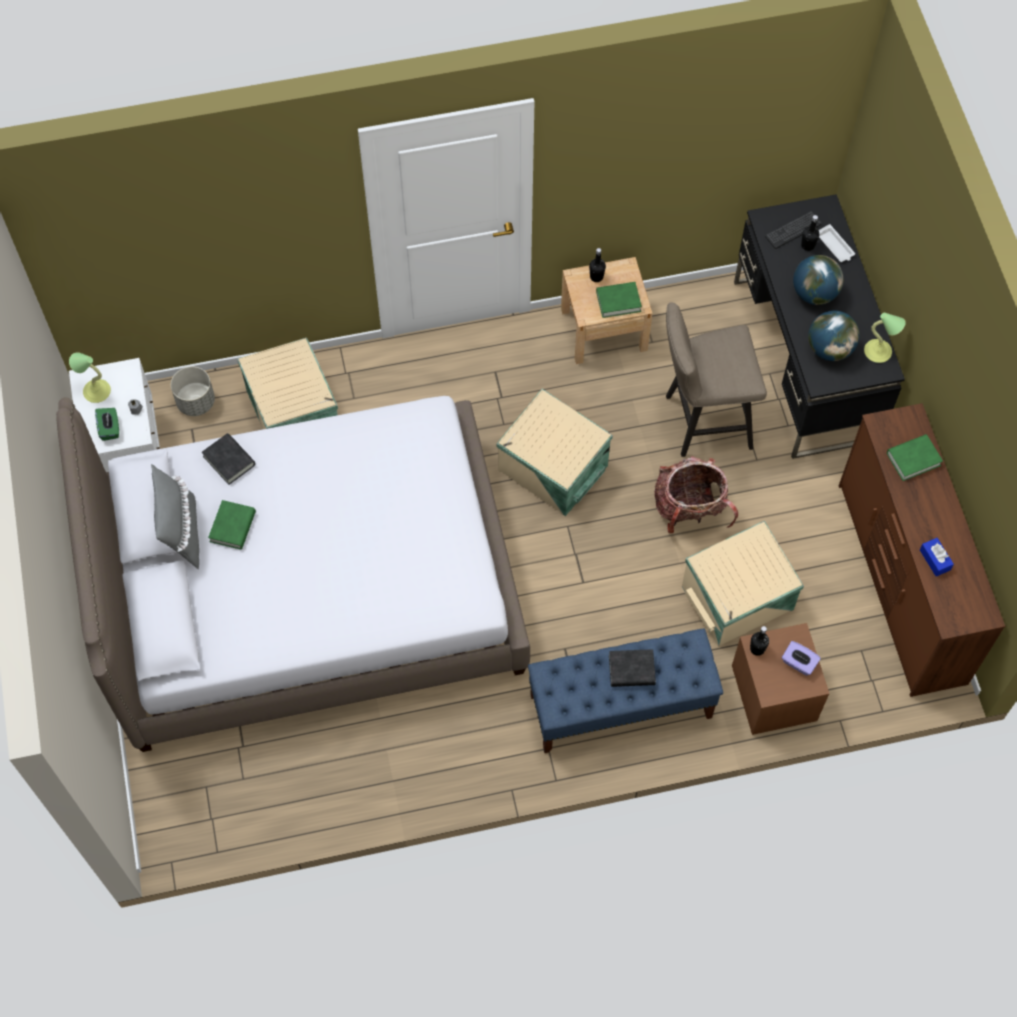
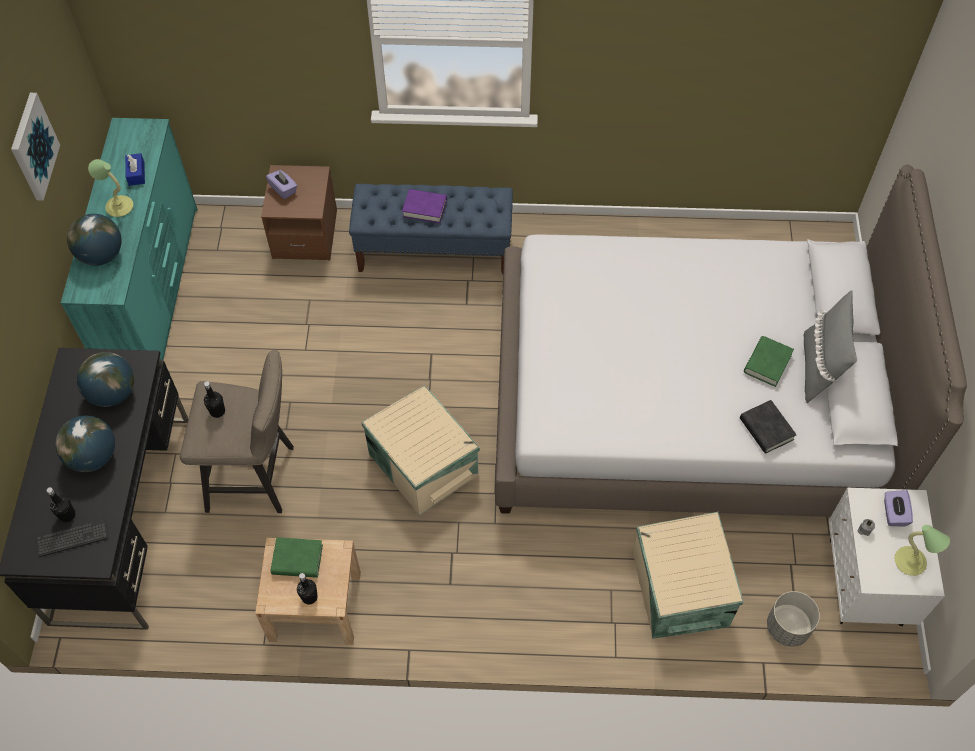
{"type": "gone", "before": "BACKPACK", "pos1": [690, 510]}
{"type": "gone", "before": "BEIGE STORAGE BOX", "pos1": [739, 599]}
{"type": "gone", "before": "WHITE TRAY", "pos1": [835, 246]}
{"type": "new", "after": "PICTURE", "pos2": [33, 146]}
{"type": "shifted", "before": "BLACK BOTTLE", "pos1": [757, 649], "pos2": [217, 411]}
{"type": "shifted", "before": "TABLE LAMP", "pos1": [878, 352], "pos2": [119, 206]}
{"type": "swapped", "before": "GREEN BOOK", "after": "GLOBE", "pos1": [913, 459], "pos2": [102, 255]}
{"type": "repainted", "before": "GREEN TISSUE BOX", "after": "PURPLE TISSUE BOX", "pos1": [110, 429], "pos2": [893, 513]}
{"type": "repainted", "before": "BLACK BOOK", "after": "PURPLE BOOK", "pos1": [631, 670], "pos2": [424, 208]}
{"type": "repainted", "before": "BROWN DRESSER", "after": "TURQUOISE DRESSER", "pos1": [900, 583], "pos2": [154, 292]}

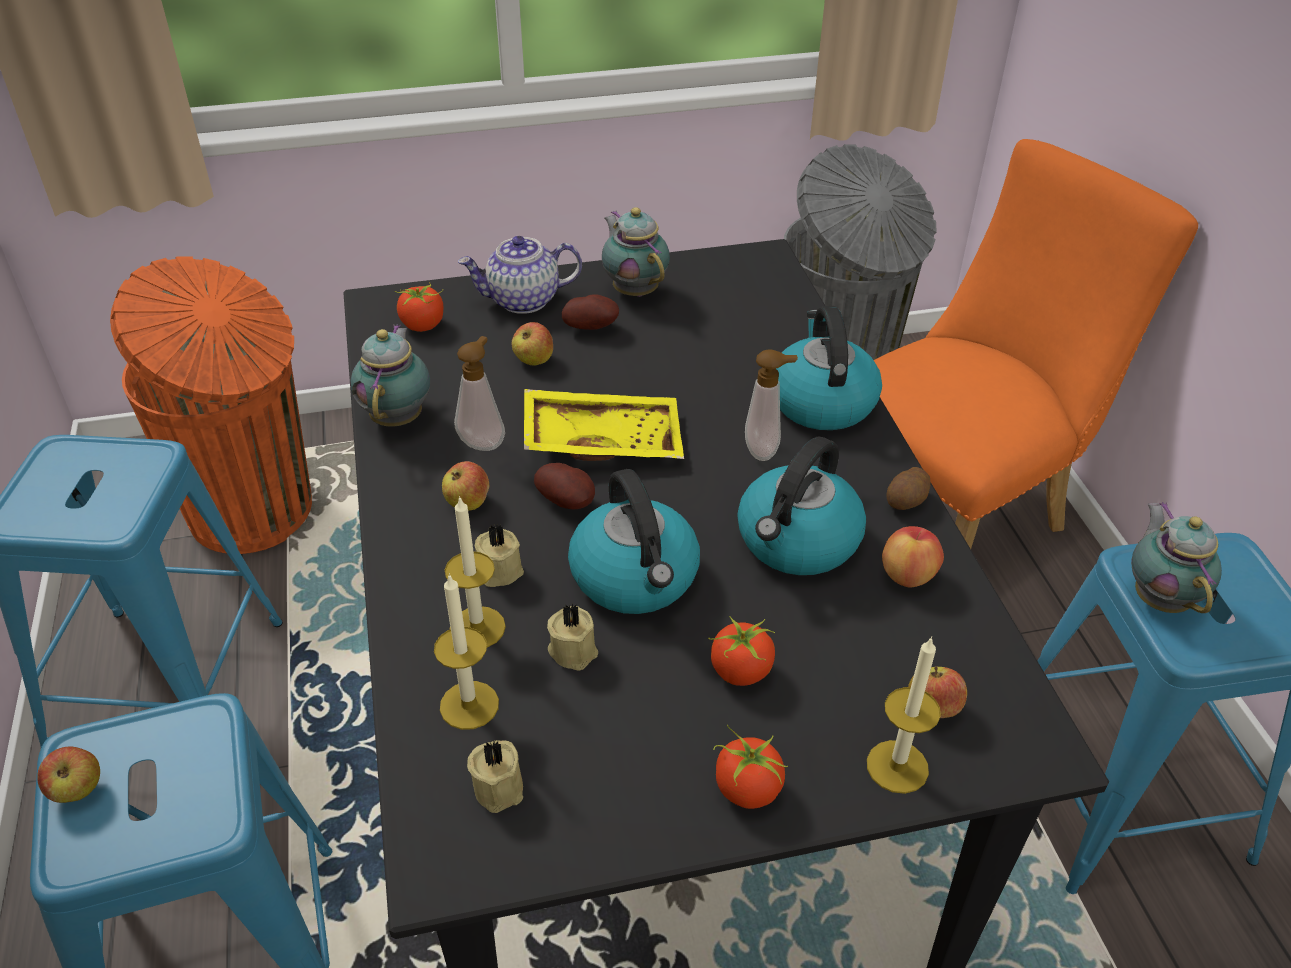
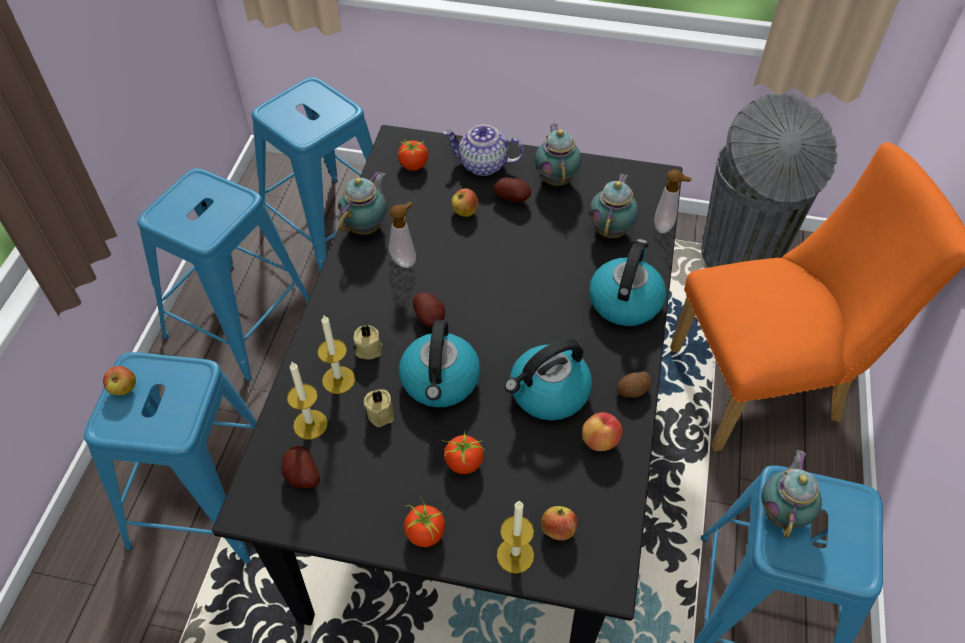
{"type": "gone", "before": "APPLE", "pos1": [467, 503]}
{"type": "gone", "before": "YELLOW TRAY", "pos1": [603, 439]}
{"type": "new", "after": "TEAPOT", "pos2": [611, 229]}
{"type": "shifted", "before": "SOAP DISPENSER", "pos1": [765, 450], "pos2": [665, 227]}
{"type": "swapped", "before": "ORANGE TRASH CAN", "after": "BLUE STOOL", "pos1": [255, 512], "pos2": [329, 227]}
{"type": "swapped", "before": "BEIGE CANDLE", "after": "POTATO", "pos1": [500, 786], "pos2": [301, 477]}

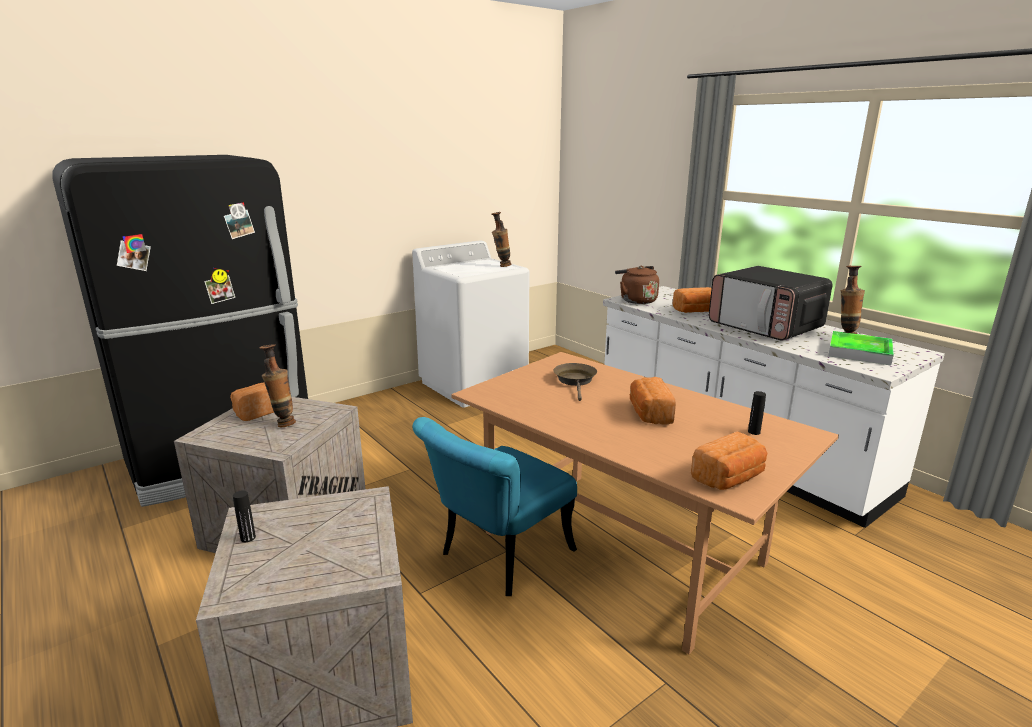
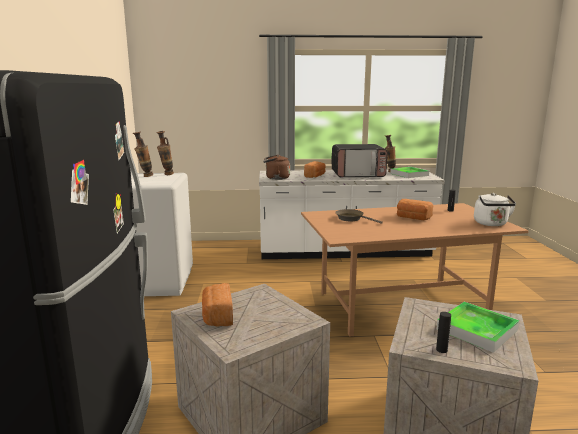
{"type": "gone", "before": "TURQUOISE CHAIR", "pos1": [498, 558]}
{"type": "new", "after": "TRAY", "pos2": [477, 330]}
{"type": "shifted", "before": "VASE", "pos1": [283, 423], "pos2": [145, 176]}
{"type": "swapped", "before": "BREAD", "after": "WHITE KETTLE", "pos1": [729, 478], "pos2": [491, 224]}

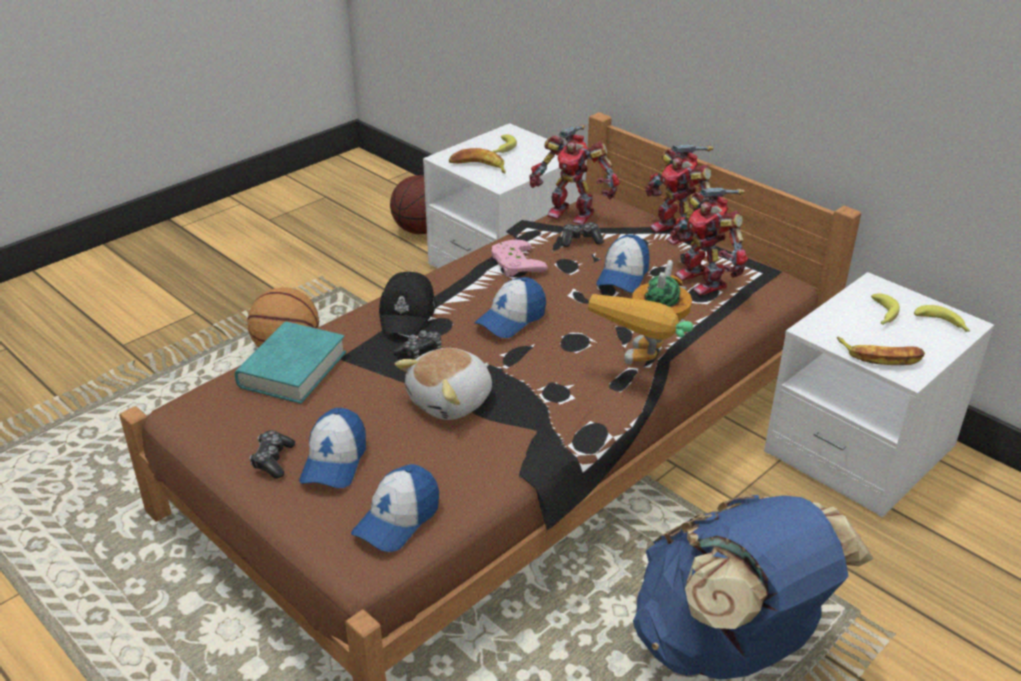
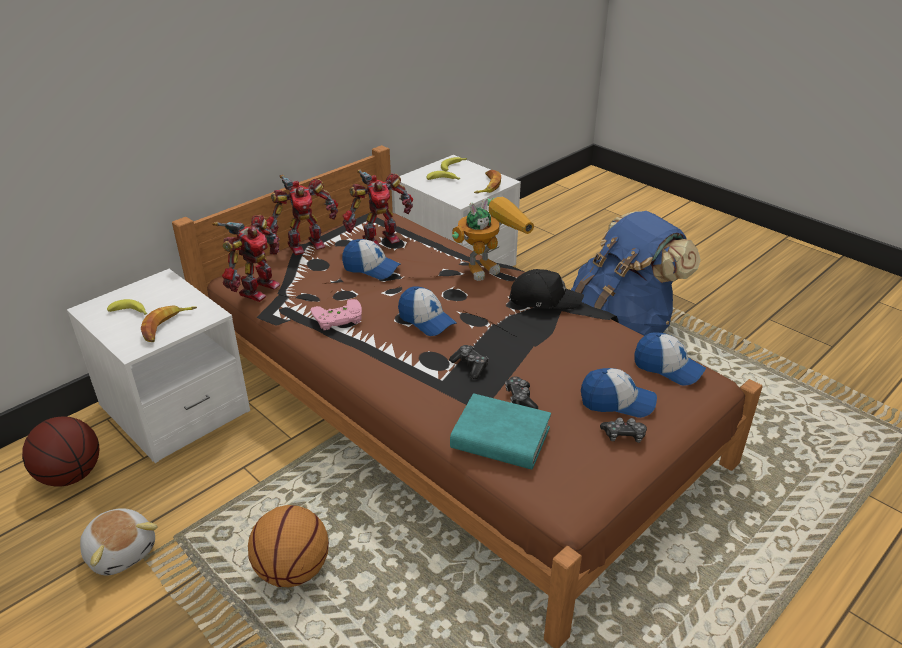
{"type": "shifted", "before": "BLACK CAP", "pos1": [408, 313], "pos2": [544, 299]}
{"type": "shifted", "before": "PLUSH TOY", "pos1": [451, 401], "pos2": [122, 551]}
{"type": "shifted", "before": "GAME CONTROLLER", "pos1": [580, 240], "pos2": [520, 399]}
{"type": "rotated", "before": "TOY ROBOT", "pos1": [646, 367], "pos2": [489, 266], "turn": -60}

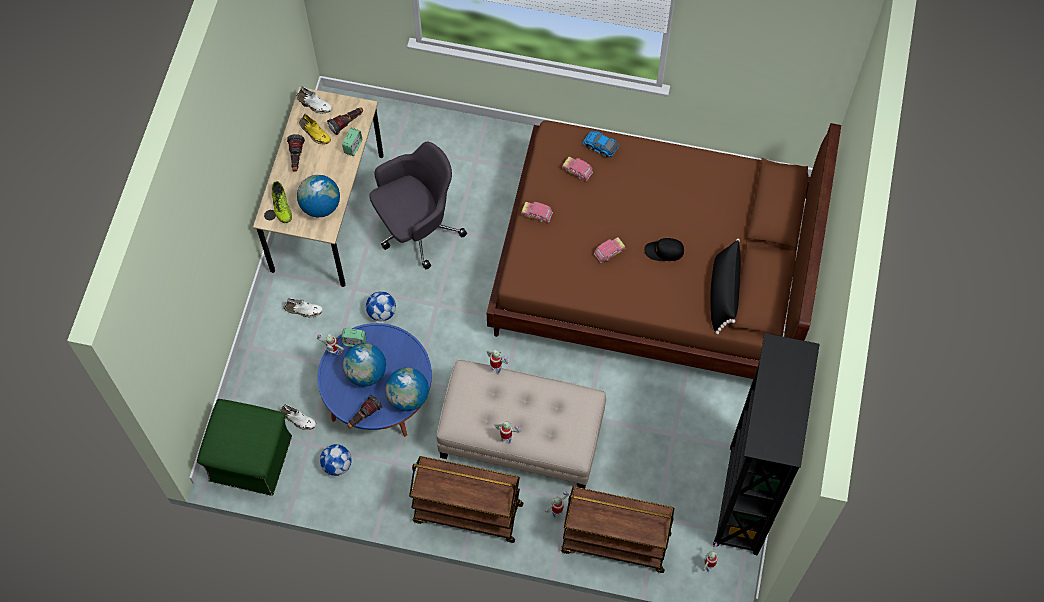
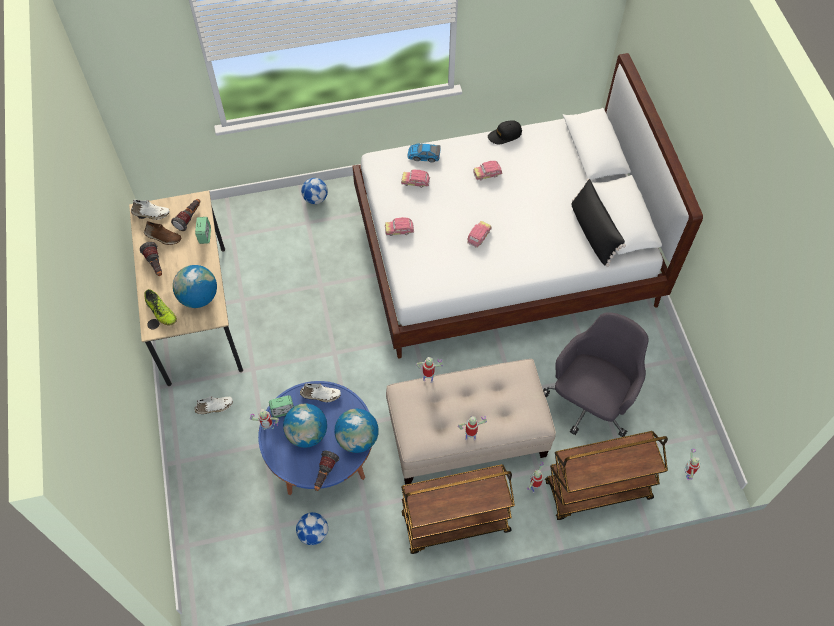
{"type": "gone", "before": "GREEN OTTOMAN", "pos1": [250, 458]}
{"type": "gone", "before": "BLACK BOOKCASE", "pos1": [742, 500]}
{"type": "new", "after": "TOY CAR", "pos2": [487, 174]}
{"type": "shifted", "before": "WHITE SHOE", "pos1": [298, 419], "pos2": [320, 395]}
{"type": "shifted", "before": "FOOTBALL", "pos1": [382, 312], "pos2": [315, 198]}
{"type": "shifted", "before": "GREY OFFICE CHAIR", "pos1": [416, 228], "pos2": [590, 402]}
{"type": "shifted", "before": "BLACK CAP", "pos1": [664, 251], "pos2": [504, 135]}
{"type": "repainted", "before": "YELLOW SHOE", "after": "BROWN SHOE", "pos1": [315, 133], "pos2": [163, 237]}
{"type": "repainted", "before": "BROWN BED", "after": "WHITE BED", "pos1": [653, 274], "pos2": [504, 254]}

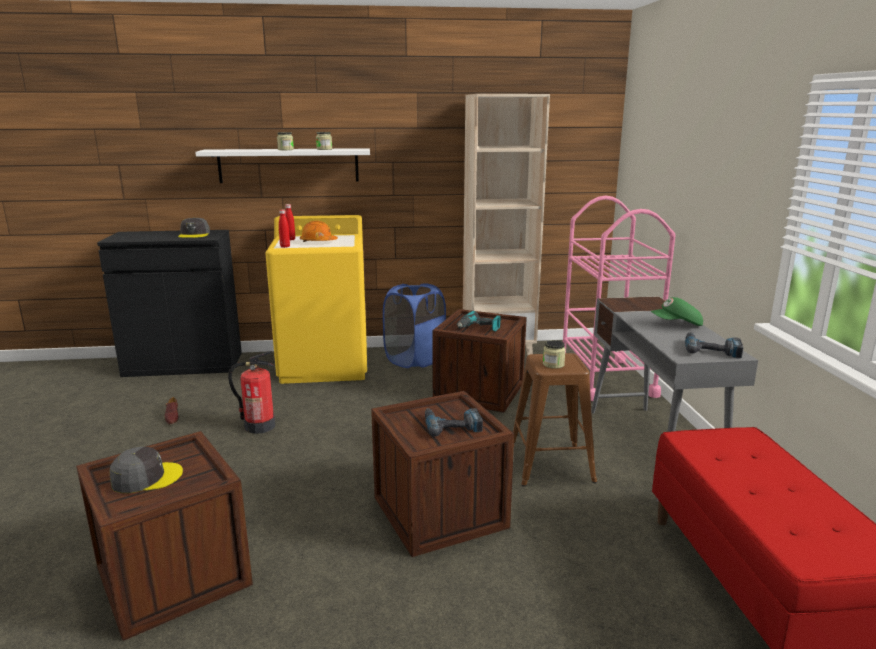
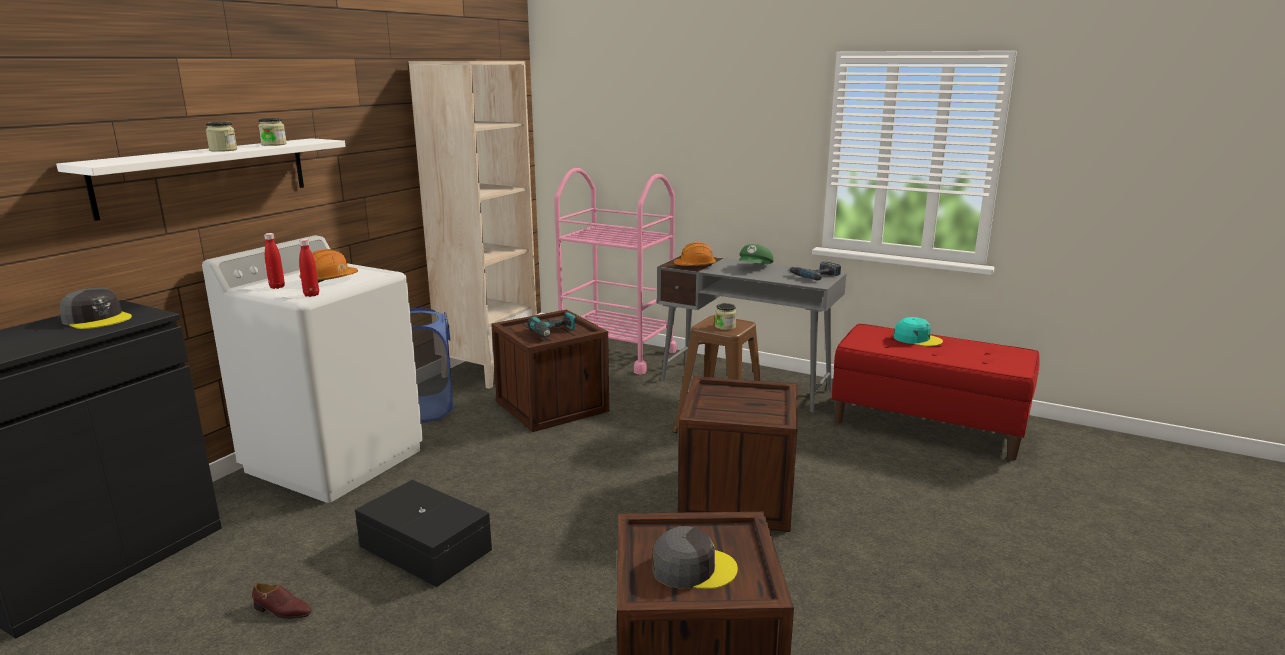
{"type": "gone", "before": "POWER DRILL", "pos1": [452, 425]}
{"type": "new", "after": "ORANGE HARD HAT", "pos2": [695, 266]}
{"type": "new", "after": "TURQUOISE CAP", "pos2": [917, 339]}
{"type": "swapped", "before": "FIRE EXTINGUISHER", "after": "BLACK STORAGE BOX", "pos1": [259, 426], "pos2": [426, 547]}
{"type": "repainted", "before": "YELLOW WASHING MACHINE", "after": "WHITE WASHING MACHINE", "pos1": [325, 365], "pos2": [335, 460]}
{"type": "rotated", "before": "GREY CAP", "pos1": [146, 477], "pos2": [692, 568], "turn": 75}

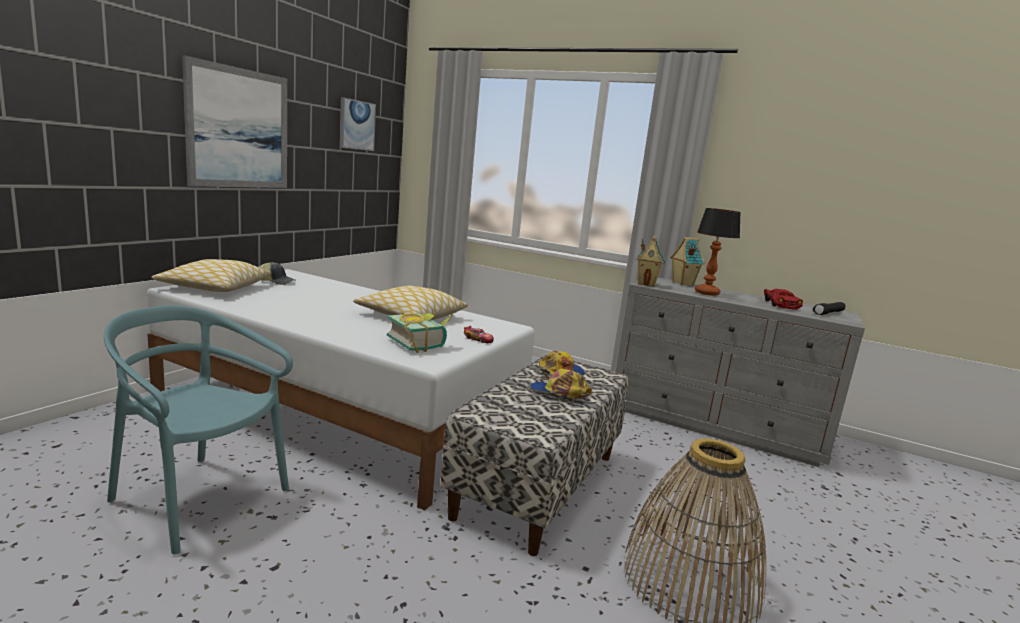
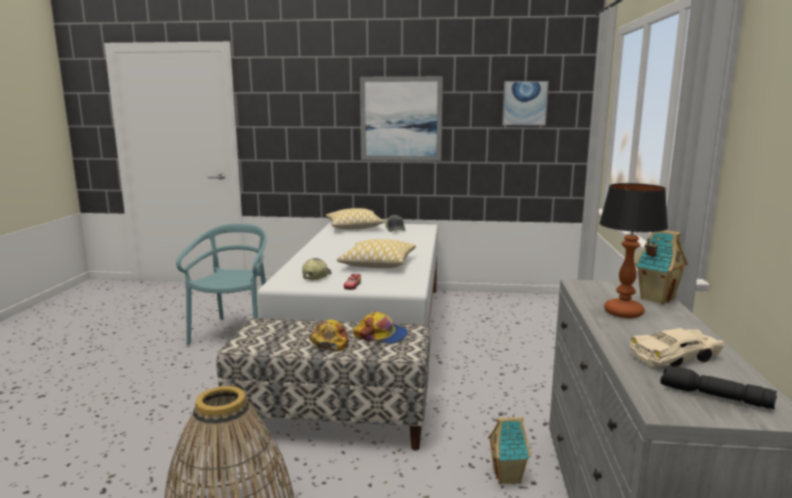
{"type": "shifted", "before": "TOY HOUSE", "pos1": [646, 284], "pos2": [508, 477]}
{"type": "swapped", "before": "BOOK", "after": "CAP", "pos1": [421, 343], "pos2": [316, 276]}
{"type": "repainted", "before": "RED TOY CAR", "after": "BEIGE TOY CAR", "pos1": [780, 304], "pos2": [676, 357]}

